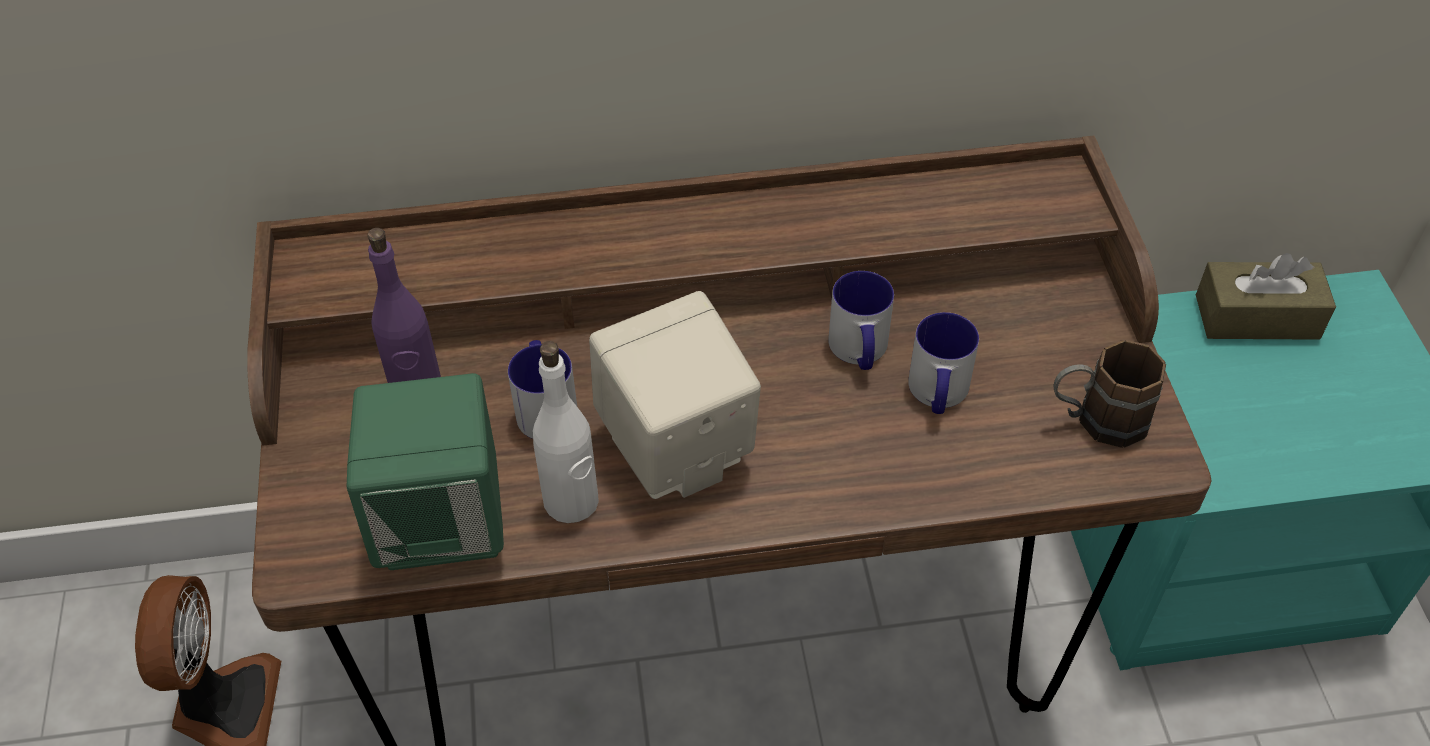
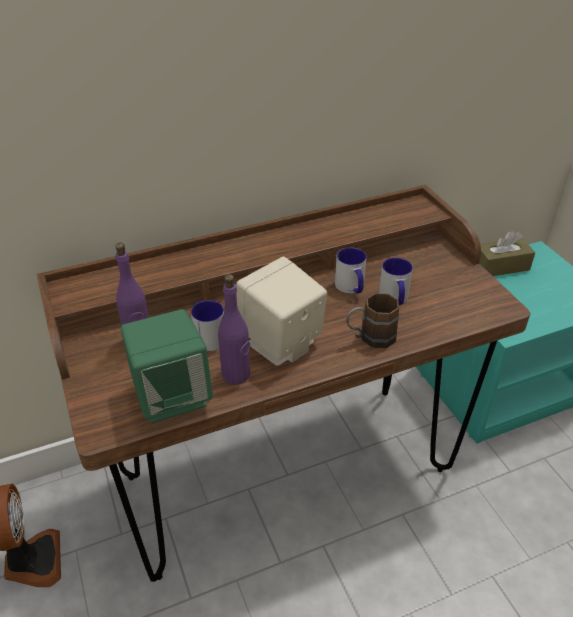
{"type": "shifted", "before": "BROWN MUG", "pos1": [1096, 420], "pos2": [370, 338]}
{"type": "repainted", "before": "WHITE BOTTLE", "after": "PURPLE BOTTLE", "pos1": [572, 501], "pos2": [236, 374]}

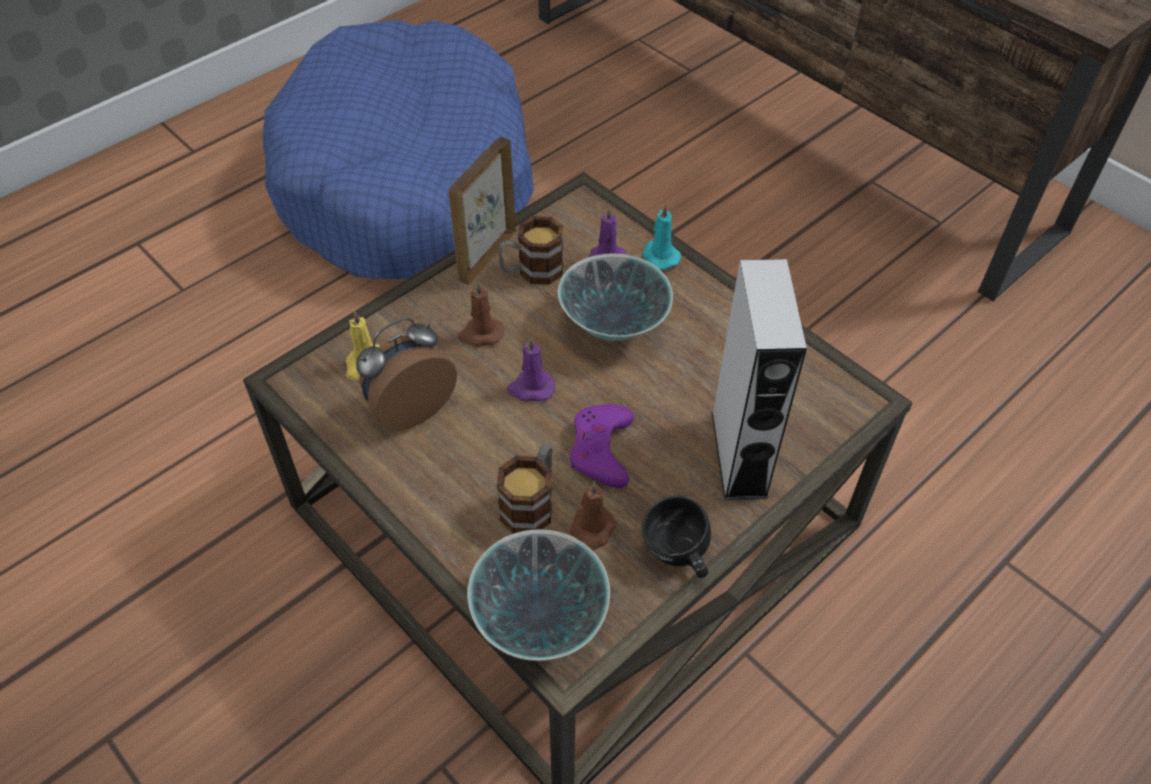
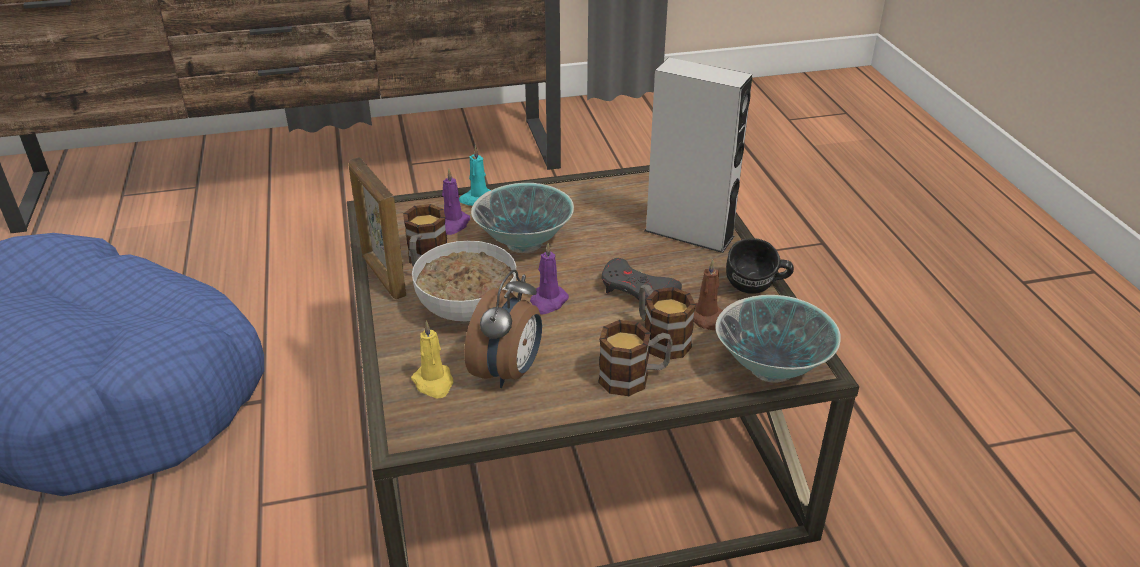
{"type": "new", "after": "MUG", "pos2": [634, 377]}
{"type": "swapped", "before": "BROWN CANDLE", "after": "BOWL", "pos1": [480, 334], "pos2": [466, 308]}
{"type": "repainted", "before": "PURPLE GAME CONTROLLER", "after": "GREY GAME CONTROLLER", "pos1": [601, 450], "pos2": [637, 289]}
{"type": "rotated", "before": "ALARM CLOCK", "pos1": [409, 407], "pos2": [508, 372], "turn": -150}

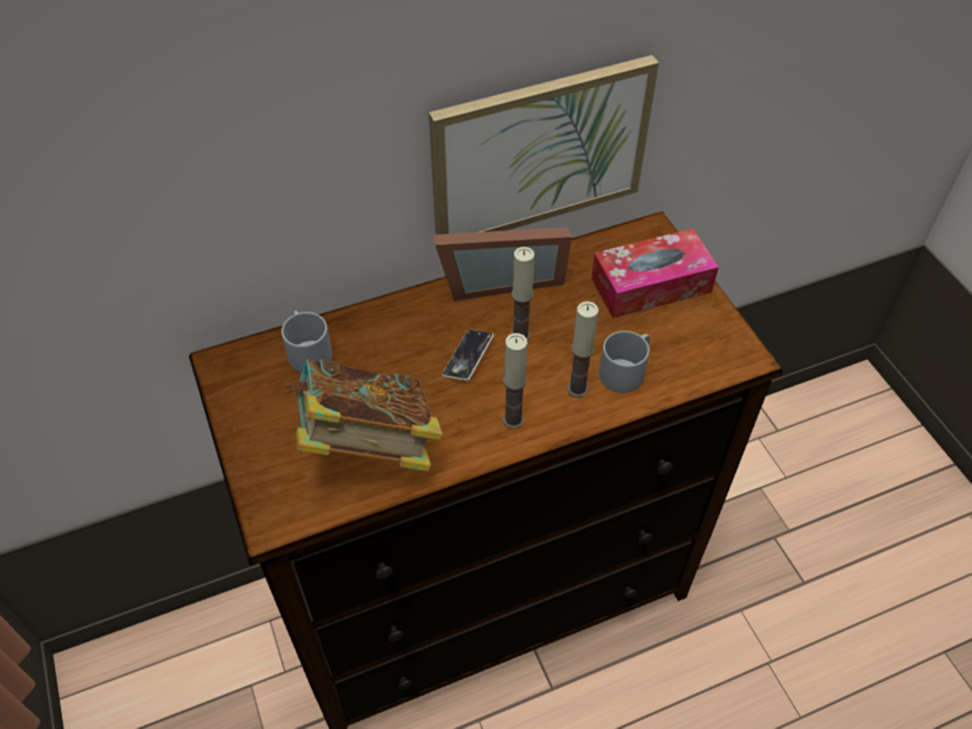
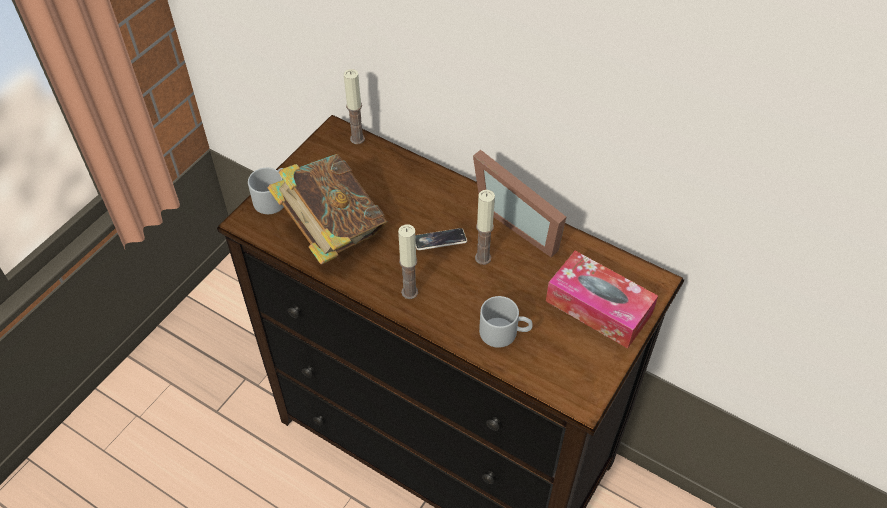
{"type": "gone", "before": "PICTURE", "pos1": [539, 151]}
{"type": "shifted", "before": "GREY MUG", "pos1": [307, 350], "pos2": [273, 197]}
{"type": "shifted", "before": "CANDLE", "pos1": [577, 389], "pos2": [357, 139]}

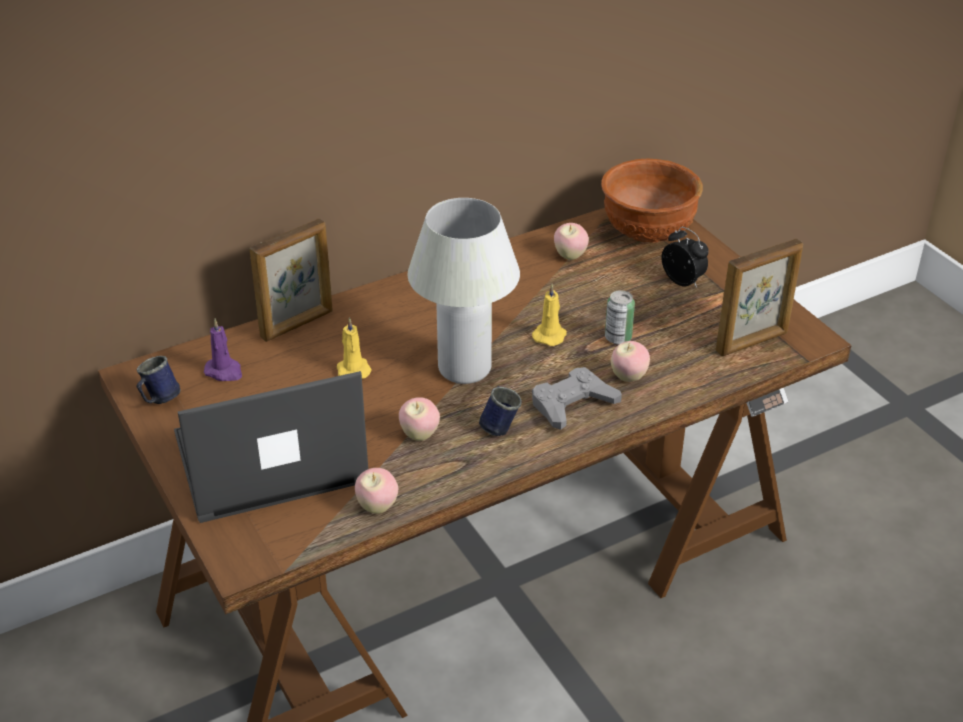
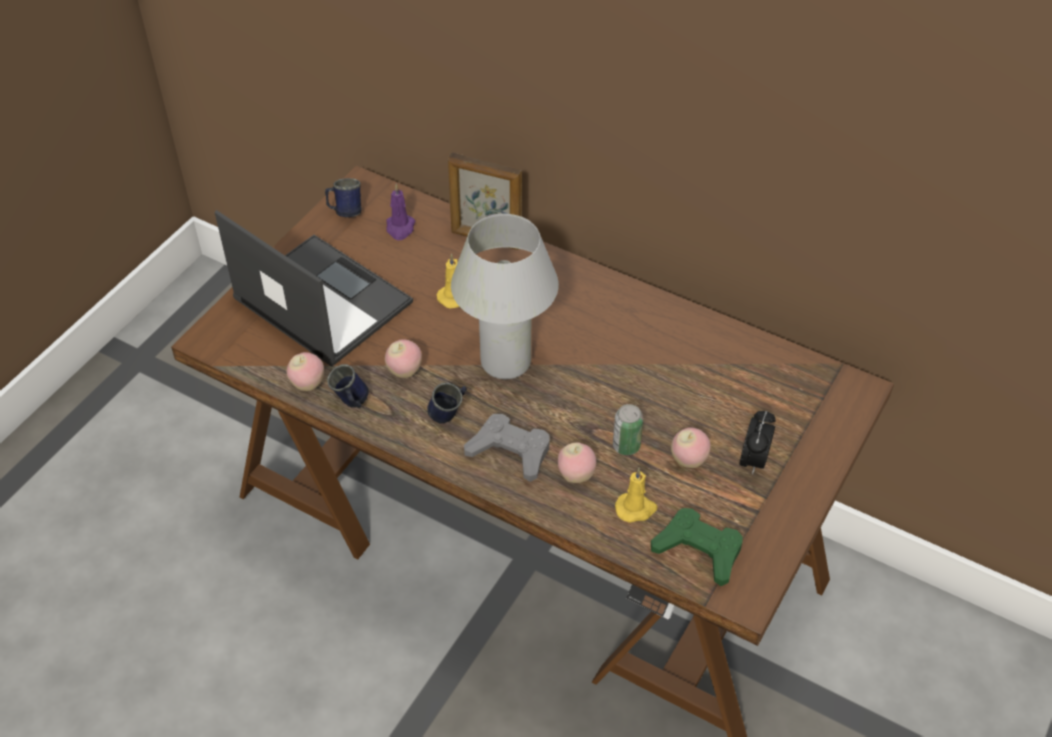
{"type": "gone", "before": "BROWN BOWL", "pos1": [646, 233]}
{"type": "new", "after": "BLUE MUG", "pos2": [351, 403]}
{"type": "shifted", "before": "YELLOW CANDLE", "pos1": [550, 335], "pos2": [636, 508]}
{"type": "shifted", "before": "APPLE", "pos1": [570, 256], "pos2": [688, 460]}
{"type": "swapped", "before": "PICTURE FRAME", "after": "GREEN GAME CONTROLLER", "pos1": [752, 342], "pos2": [699, 550]}

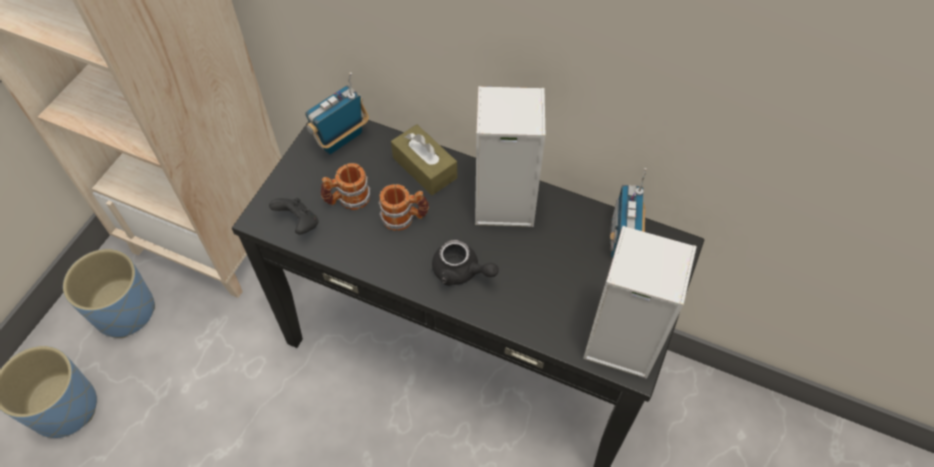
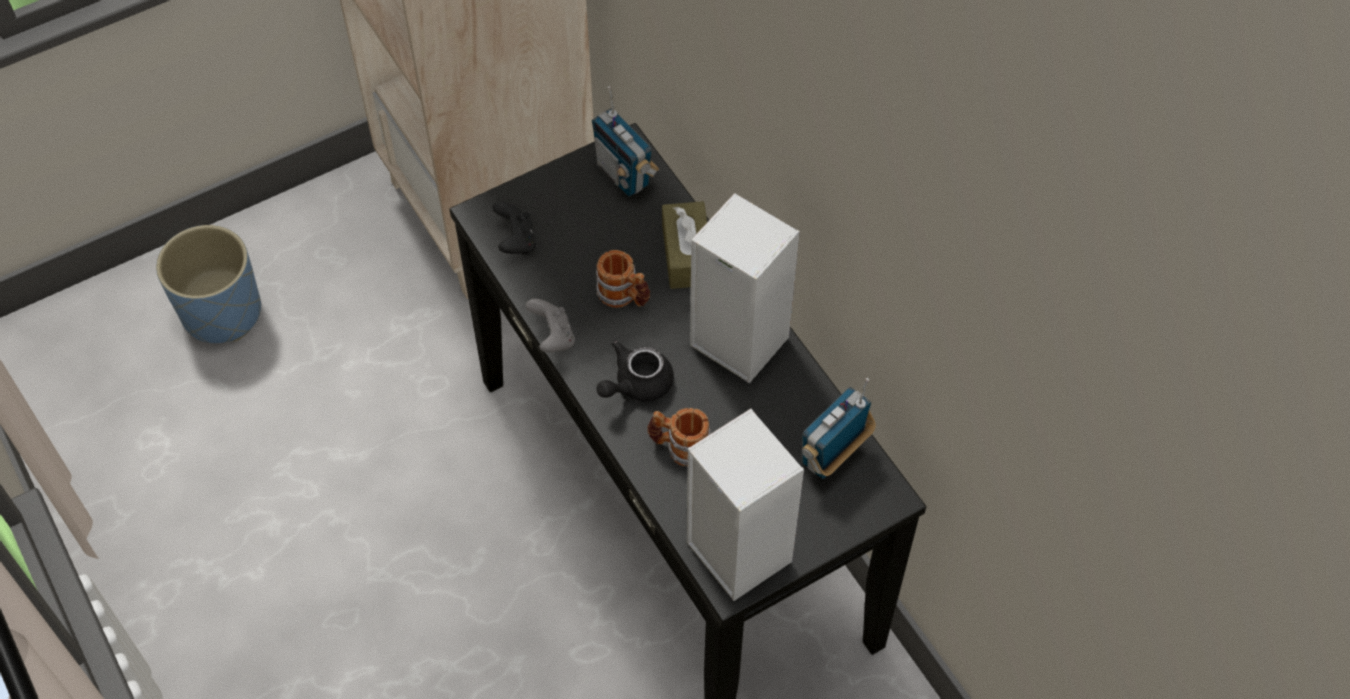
{"type": "gone", "before": "BLUE PLANTER", "pos1": [125, 311]}
{"type": "new", "after": "GREY GAME CONTROLLER", "pos2": [553, 337]}
{"type": "shifted", "before": "MUG", "pos1": [347, 199], "pos2": [679, 447]}
{"type": "rotated", "before": "RADIO", "pos1": [341, 140], "pos2": [624, 175], "turn": -120}
{"type": "rotated", "before": "BLACK TEAPOT", "pos1": [461, 272], "pos2": [636, 384], "turn": 75}

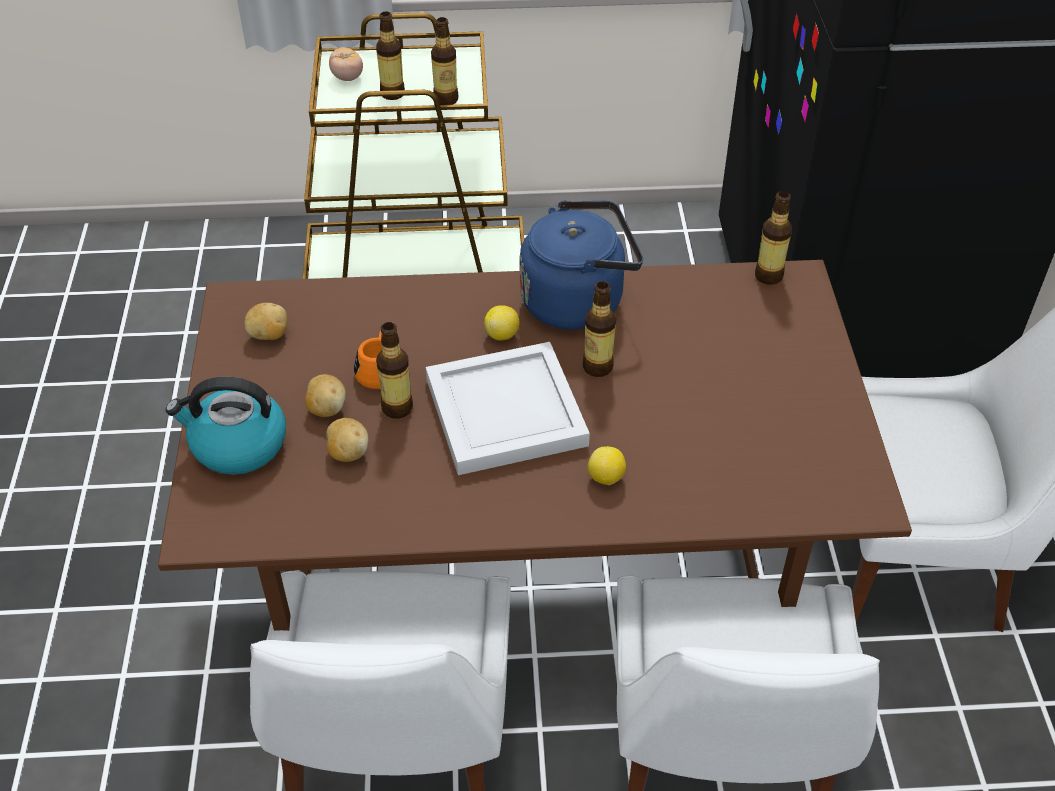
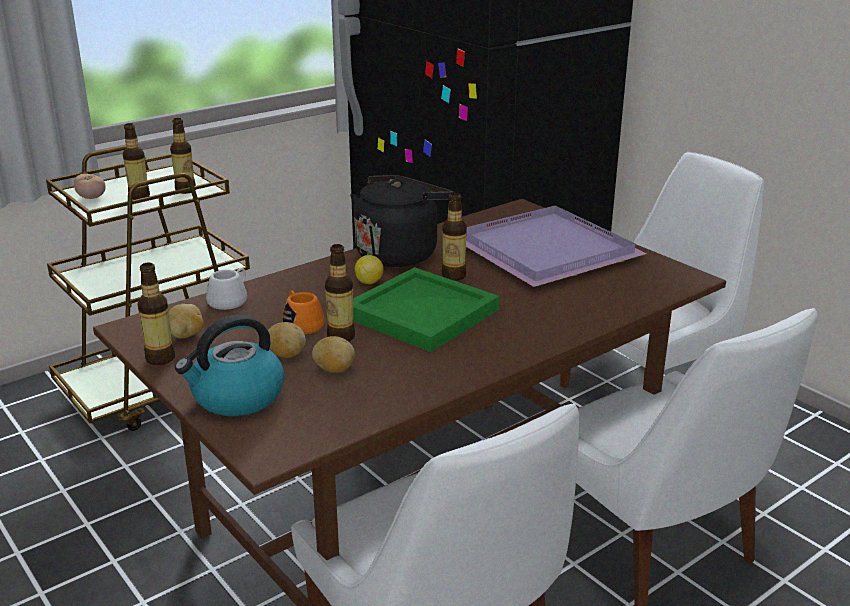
{"type": "gone", "before": "LEMON", "pos1": [606, 478]}
{"type": "new", "after": "WHITE MUG", "pos2": [230, 300]}
{"type": "new", "after": "PURPLE TRAY", "pos2": [541, 250]}
{"type": "shifted", "before": "BOTTLE", "pos1": [768, 276], "pos2": [160, 358]}
{"type": "repainted", "before": "WHITE TRAY", "after": "GREEN TRAY", "pos1": [507, 410], "pos2": [421, 312]}
{"type": "repainted", "before": "BLUE KETTLE", "after": "BLACK KETTLE", "pos1": [578, 301], "pos2": [399, 253]}

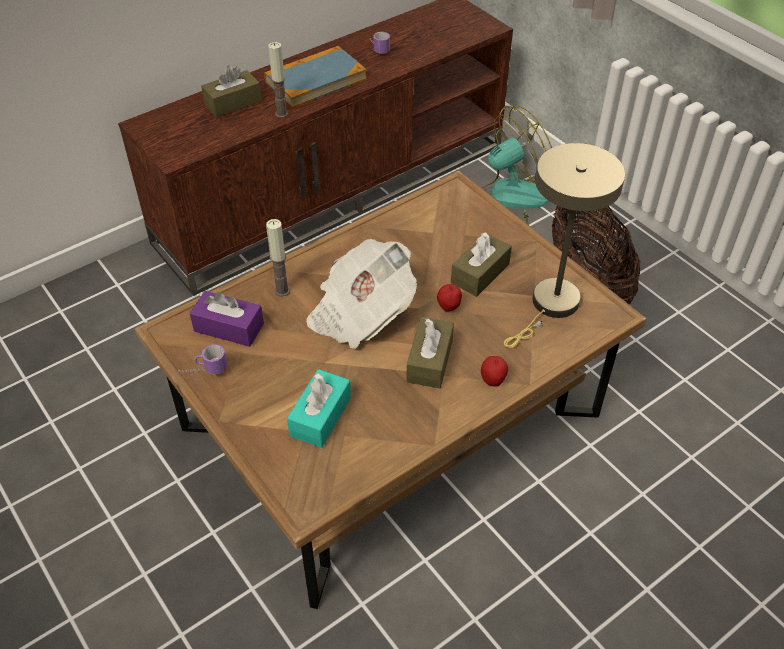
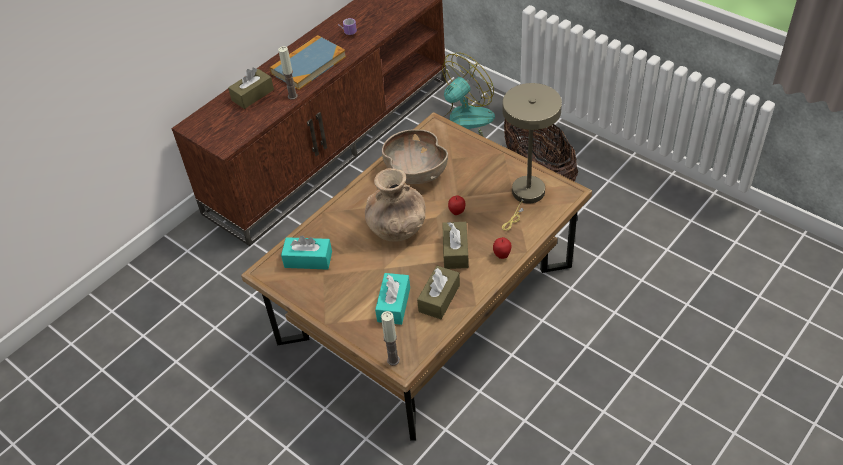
{"type": "gone", "before": "MUG", "pos1": [203, 371]}
{"type": "new", "after": "BROWN BOWL", "pos2": [415, 173]}
{"type": "shifted", "before": "CANDLE", "pos1": [282, 290], "pos2": [393, 360]}
{"type": "shifted", "before": "BROWN TISSUE BOX", "pos1": [480, 273], "pos2": [439, 298]}
{"type": "swapped", "before": "NEWSPAPER", "after": "BROWN VASE", "pos1": [360, 313], "pos2": [397, 229]}
{"type": "repainted", "before": "PURPLE TISSUE BOX", "after": "TURQUOISE TISSUE BOX", "pos1": [229, 327], "pos2": [308, 259]}

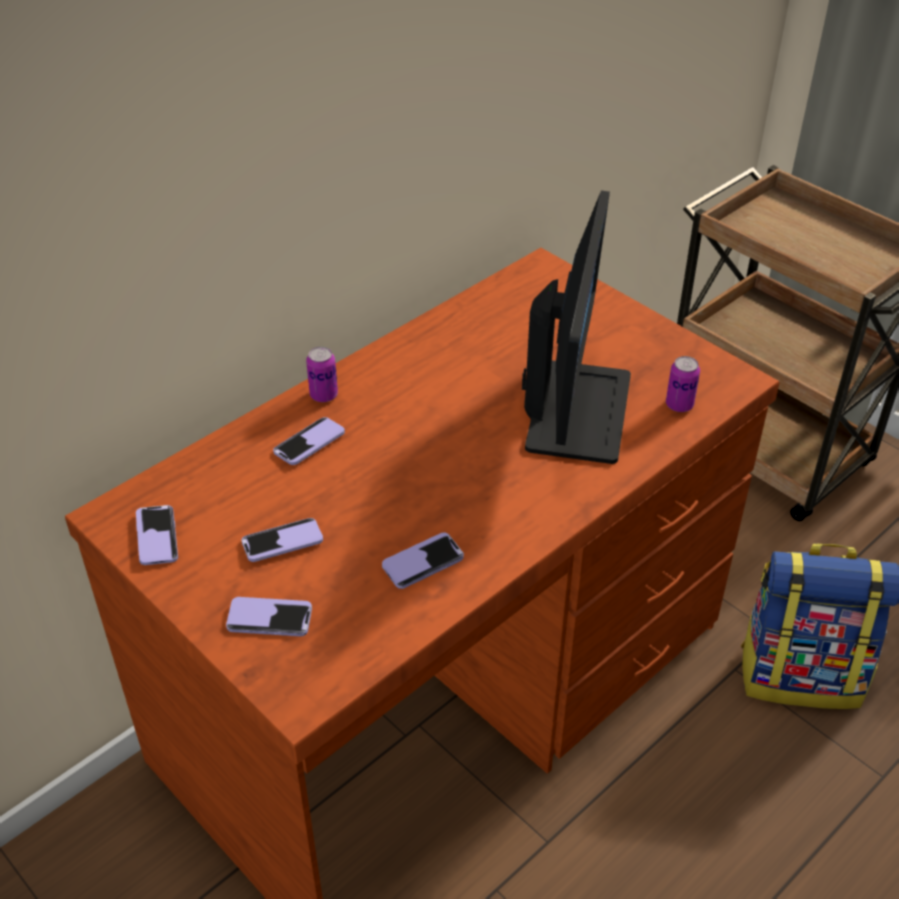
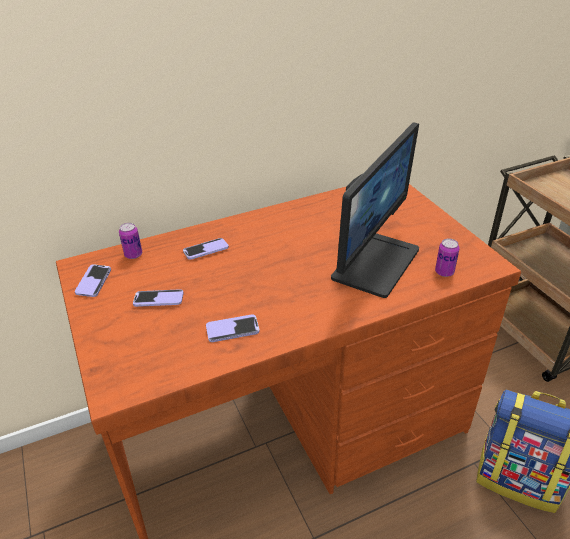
{"type": "gone", "before": "PHONE", "pos1": [269, 618]}
{"type": "shifted", "before": "CAN", "pos1": [324, 395], "pos2": [133, 255]}

